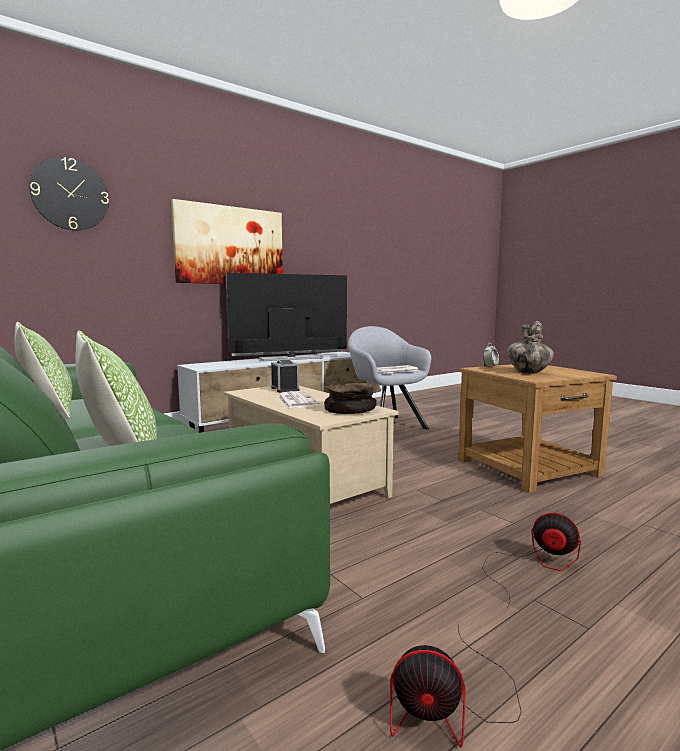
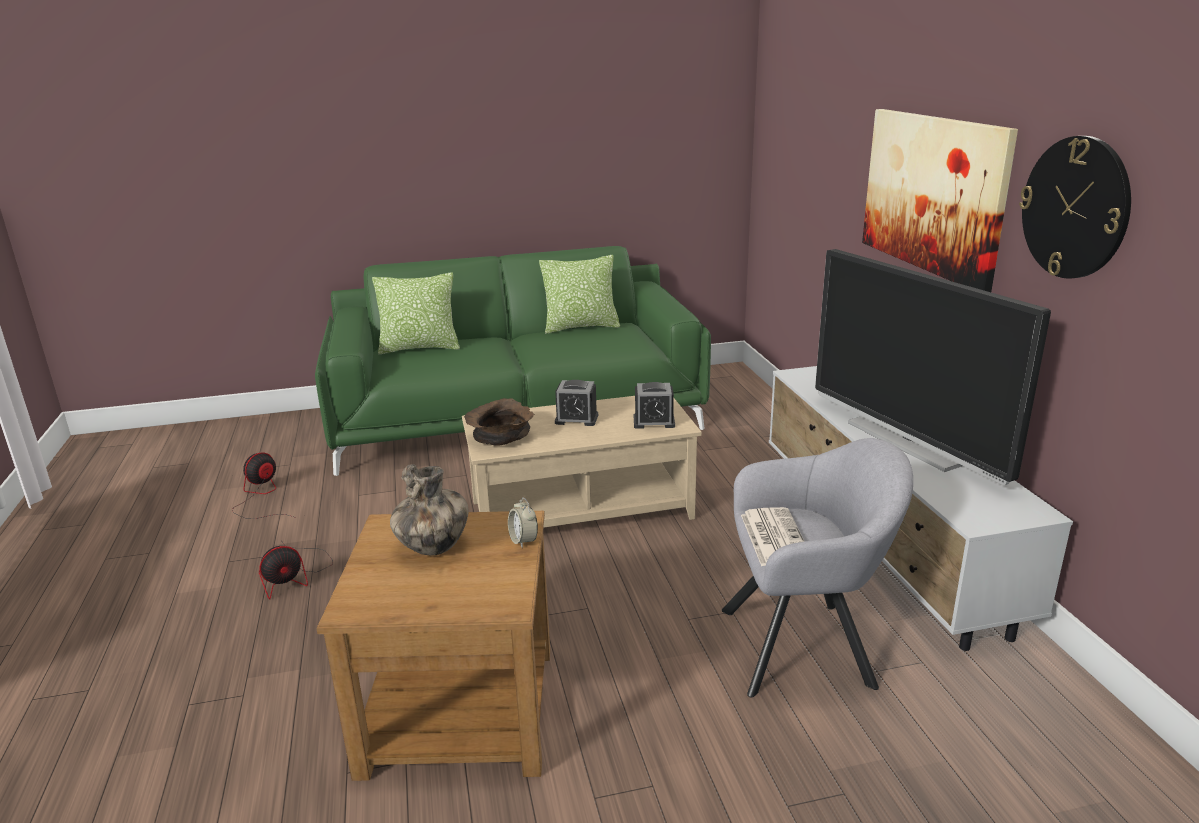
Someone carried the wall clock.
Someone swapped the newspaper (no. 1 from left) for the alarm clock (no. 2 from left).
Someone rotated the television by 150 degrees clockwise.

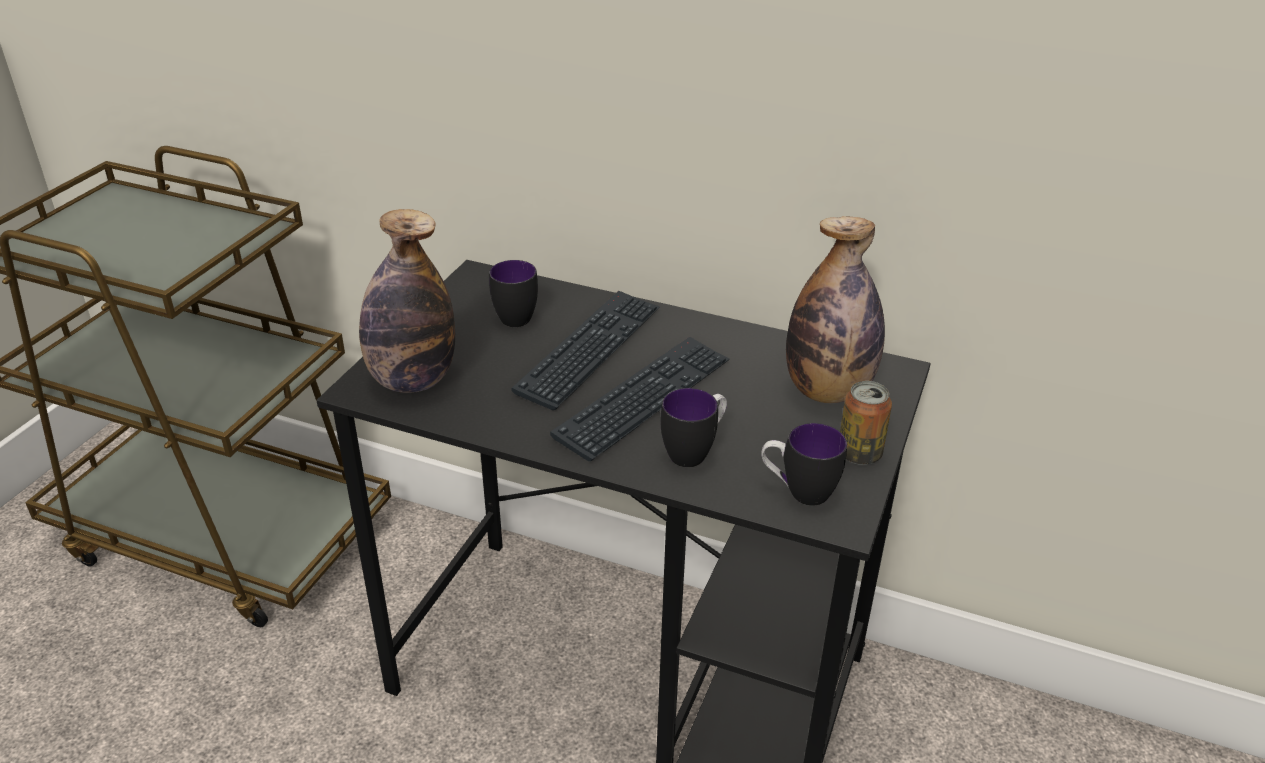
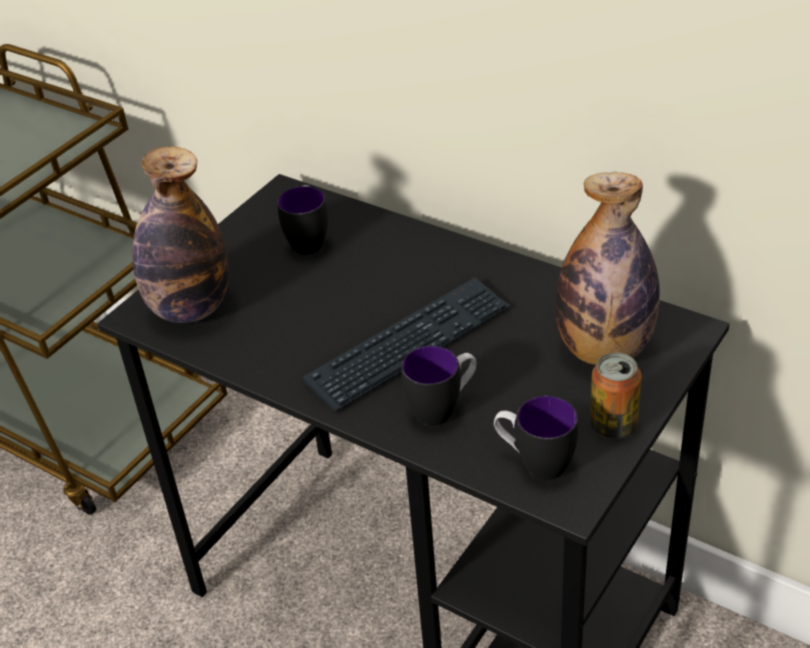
Someone took away the keyboard (no. 1 from left).

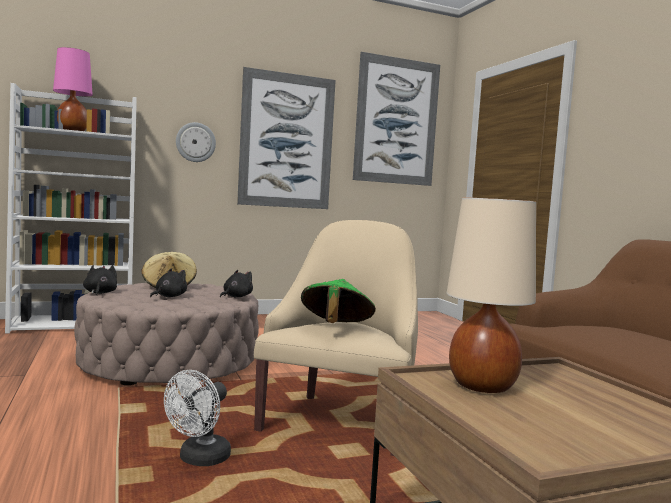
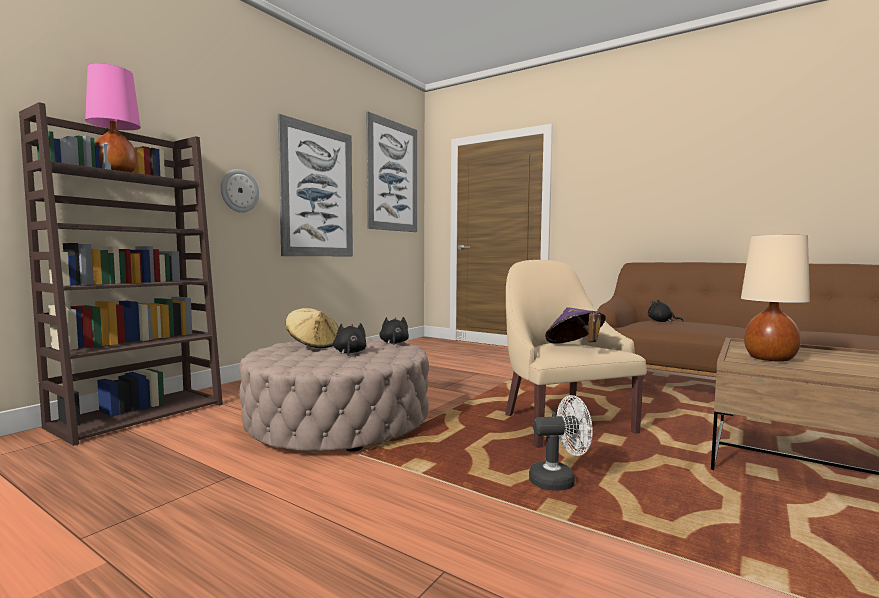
Someone carried the black plush toy (no. 1 from left in the first image).
Someone repainted the white bookcase, which became the brown bookcase.
Someone repainted the green hat, which became the purple hat.
Someone rotated the white fan by 90 degrees counterclockwise.

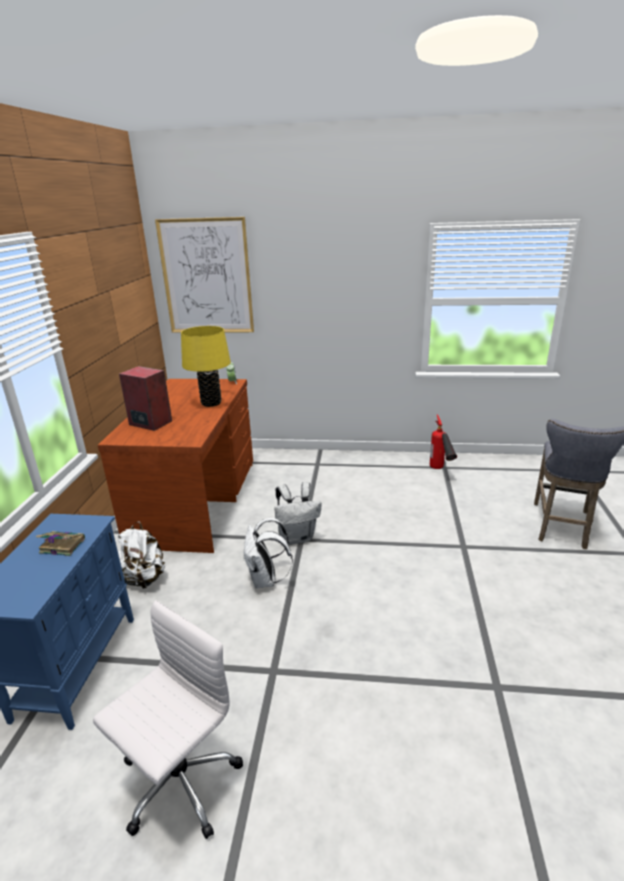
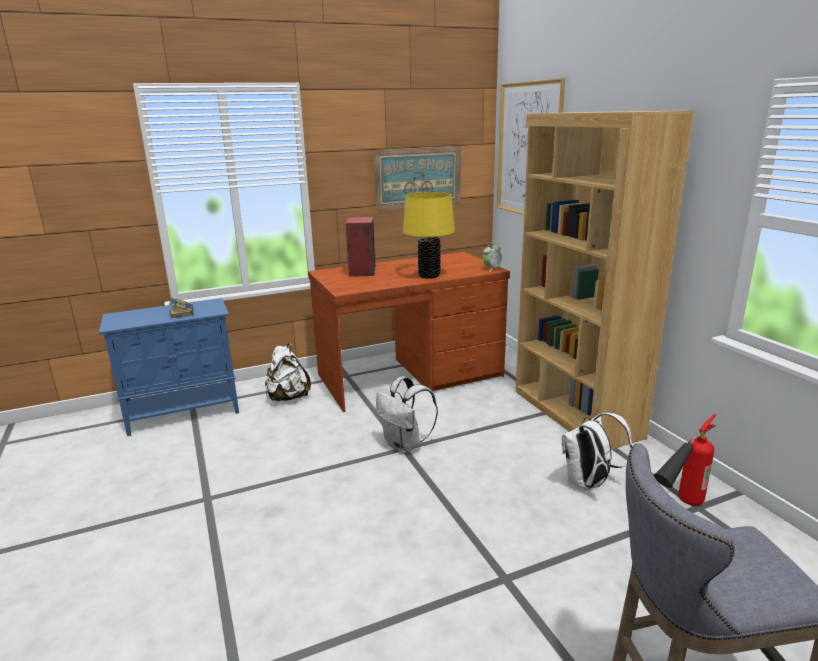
Someone took away the white office chair.
Someone put up the picture (no. 1 from left).
Someone put down the brown bookcase.
Someone carried the white backpack (no. 2 from left in the first image).

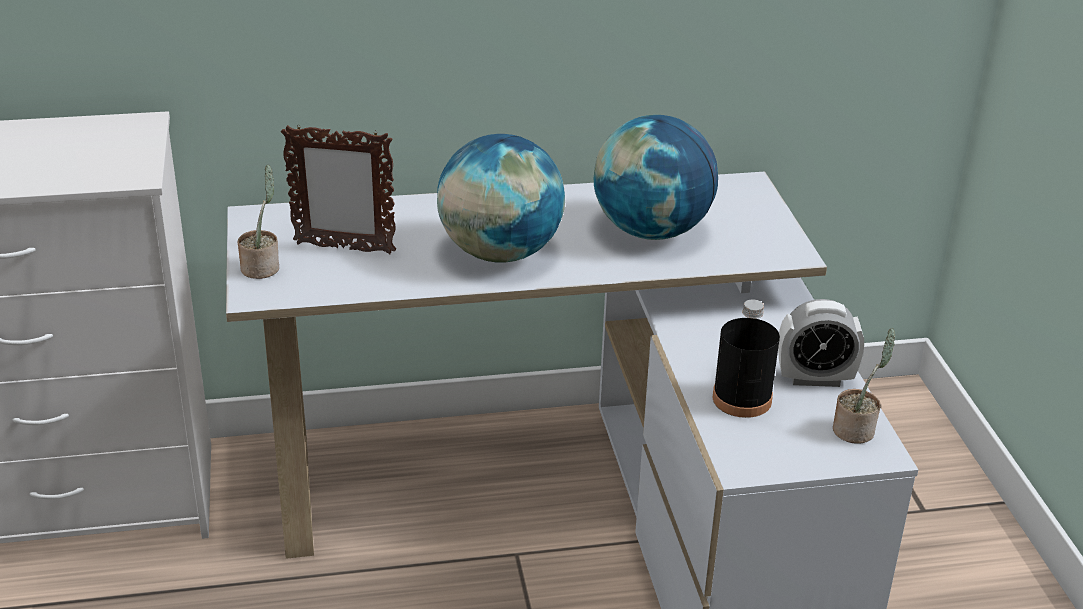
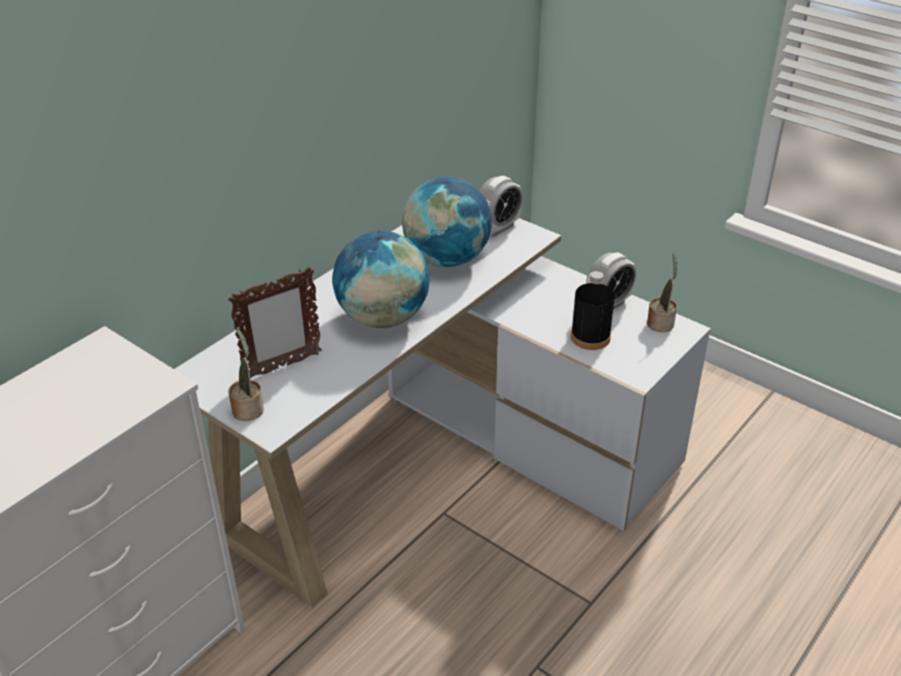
Someone put down the alarm clock (no. 1 from left).

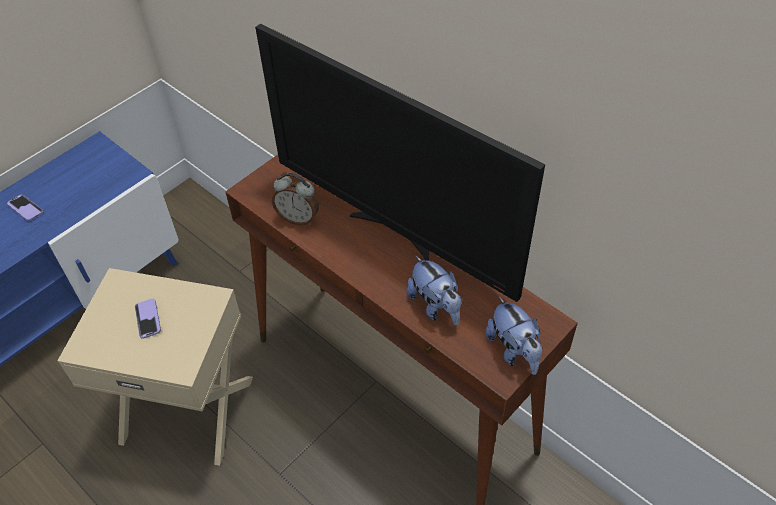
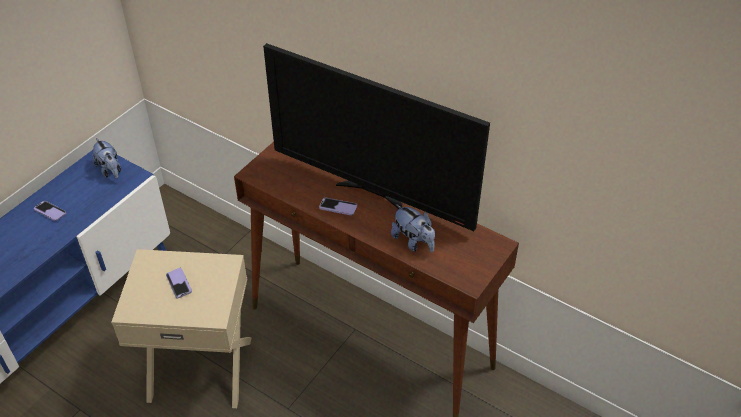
Someone took away the alarm clock.
Someone put down the phone (no. 3 from left).
Someone carried the plush toy (no. 2 from left in the first image).

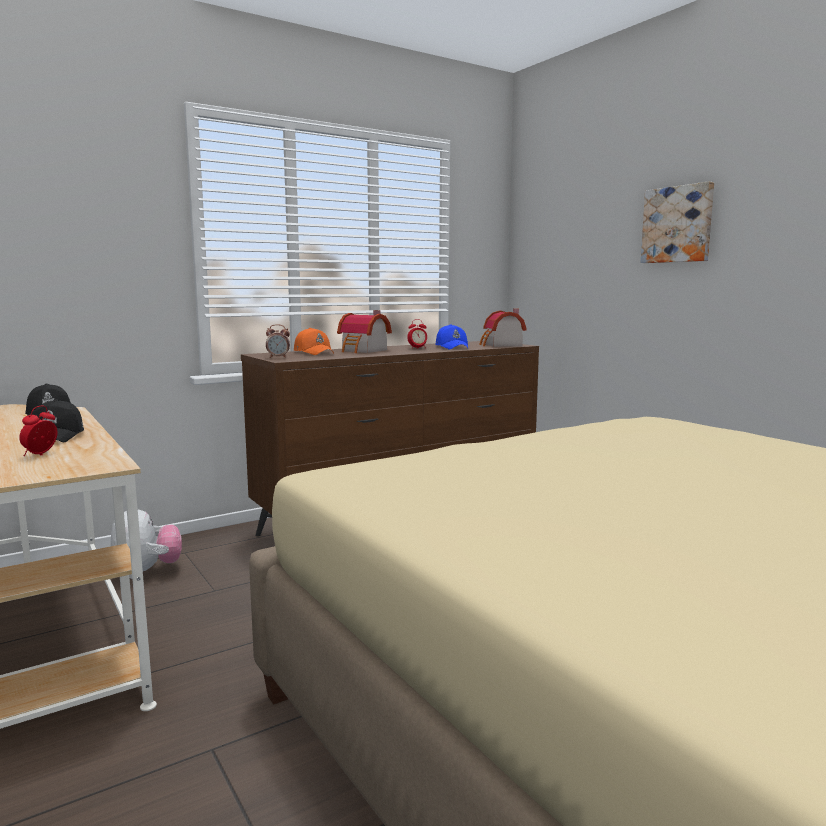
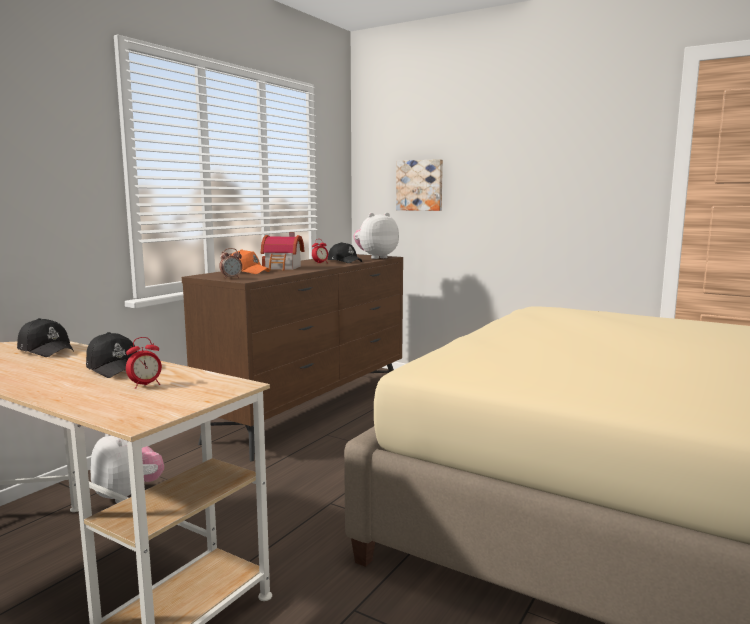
Someone carried the picture.
Someone swapped the toy house (no. 2 from left) for the plush toy (no. 2 from left).
Someone repainted the blue cap, which became the black cap (no. 3 from left).
Someone rotated the alarm clock (no. 1 from left) by 120 degrees counterclockwise.

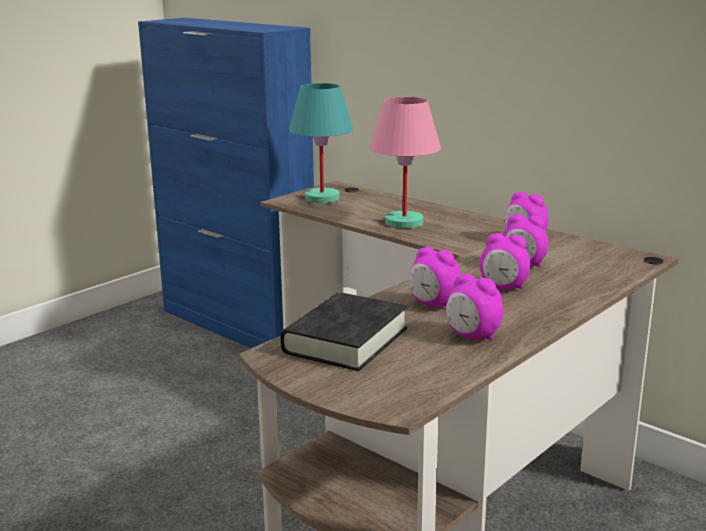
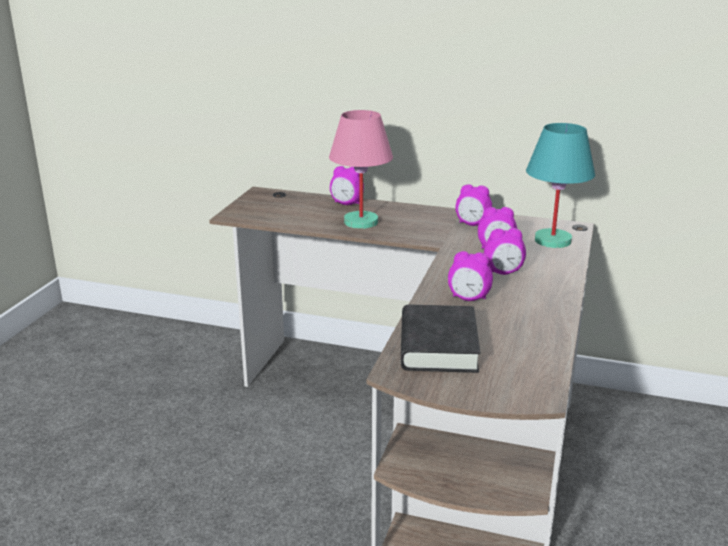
Someone took away the blue cabinet.
Someone carried the turquoise table lamp.
Someone carried the alarm clock (no. 2 from left in the first image).

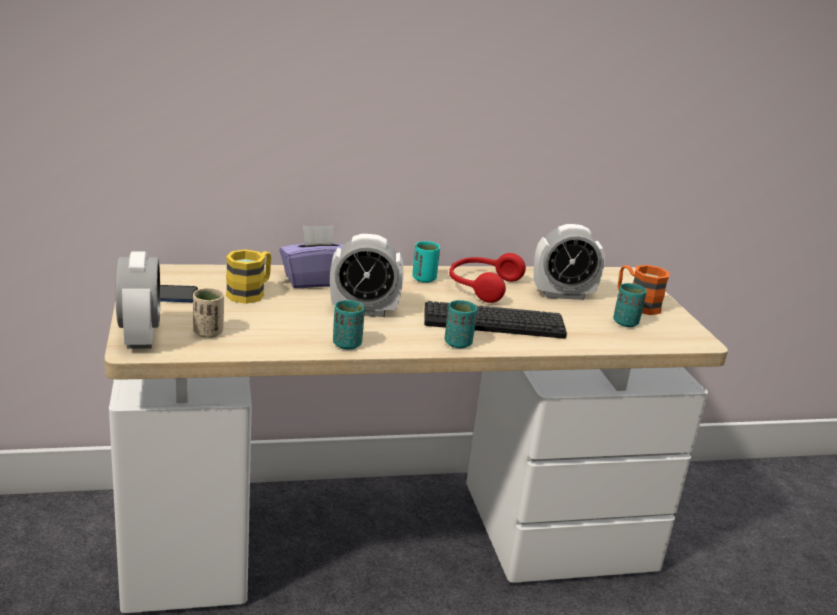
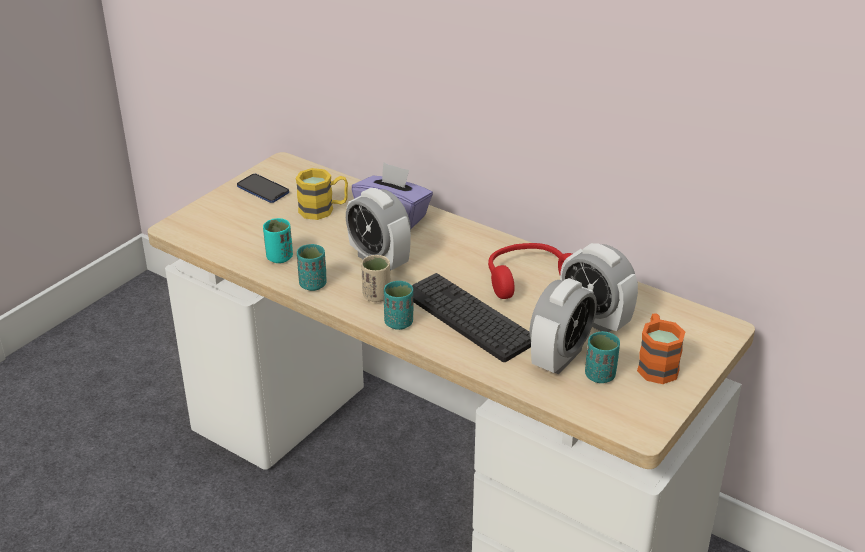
Someone carried the alarm clock (no. 1 from left in the first image).
Someone carried the beige cup.
Someone carried the turquoise cup (no. 2 from left in the first image).

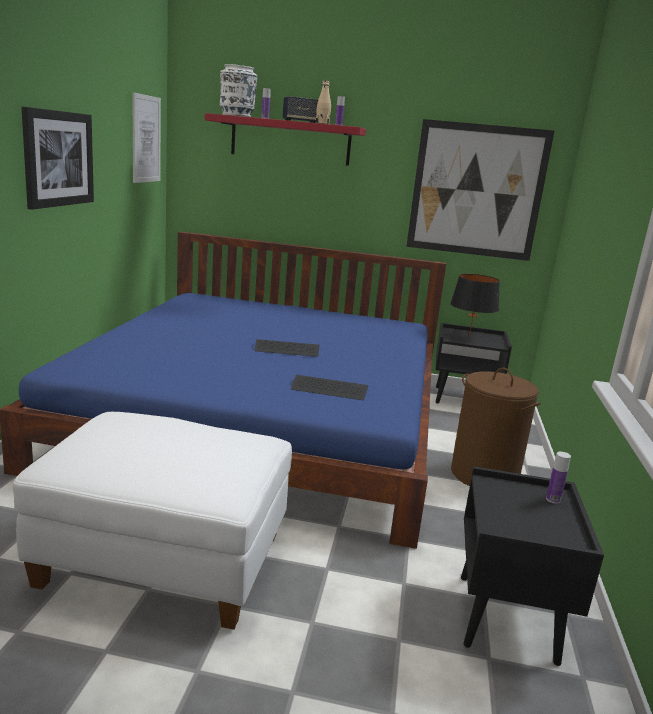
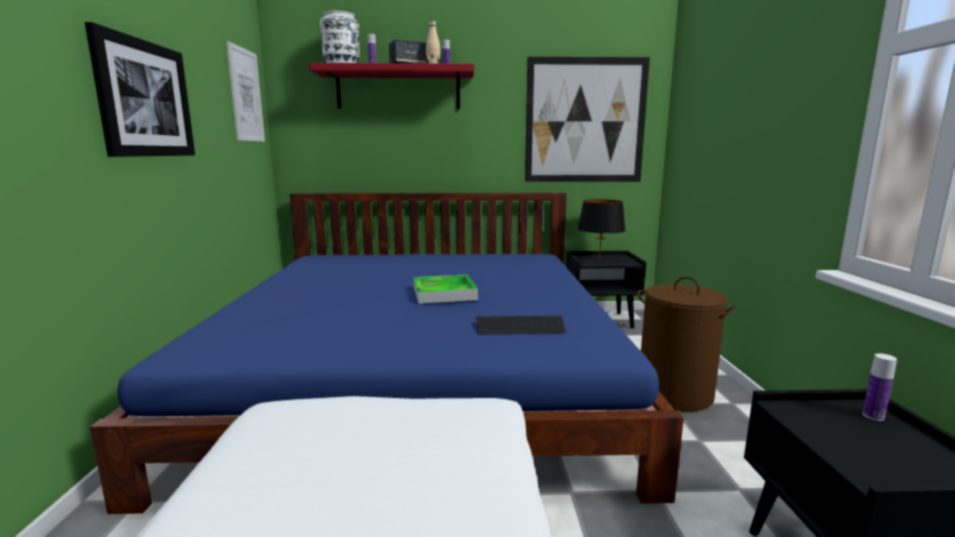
Someone swapped the keyboard (no. 1 from left) for the tray.

